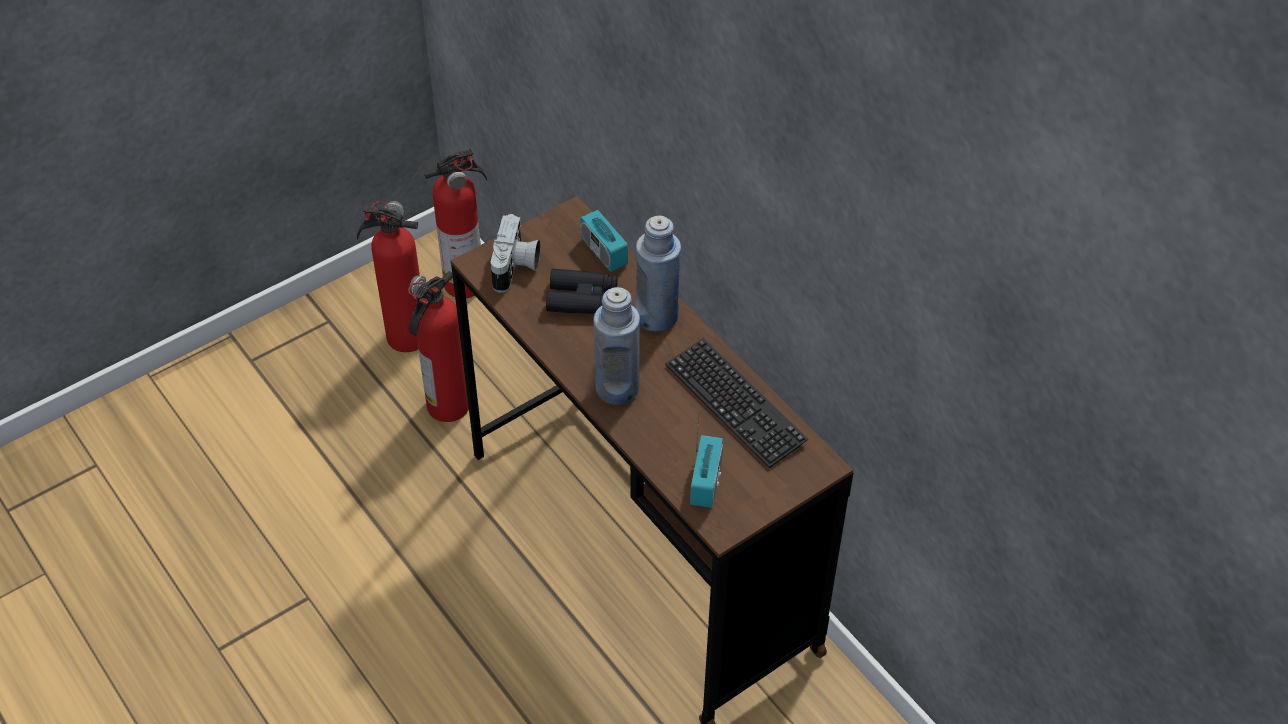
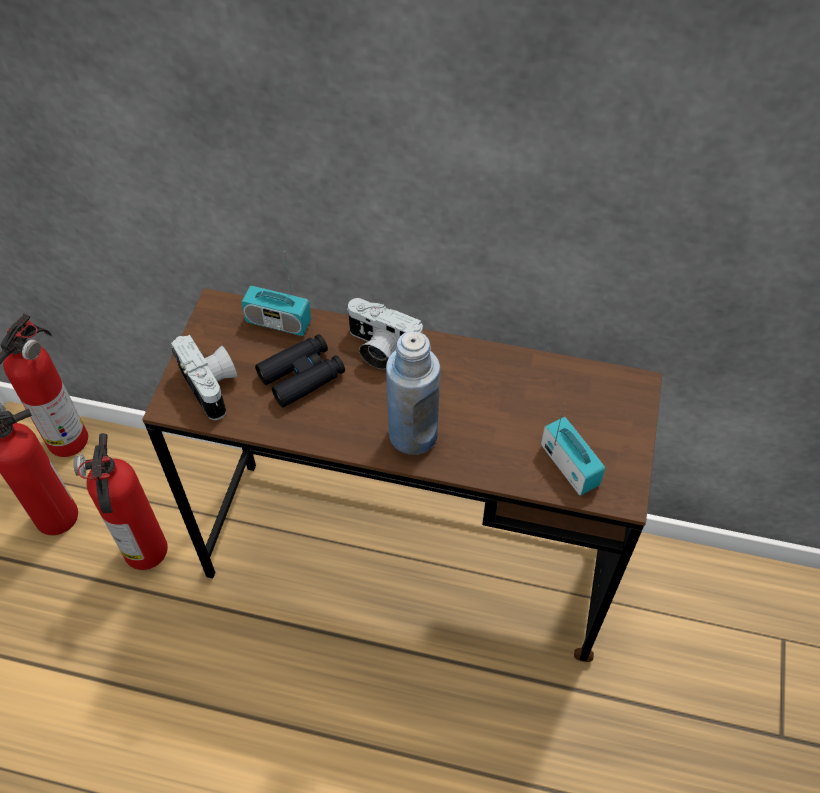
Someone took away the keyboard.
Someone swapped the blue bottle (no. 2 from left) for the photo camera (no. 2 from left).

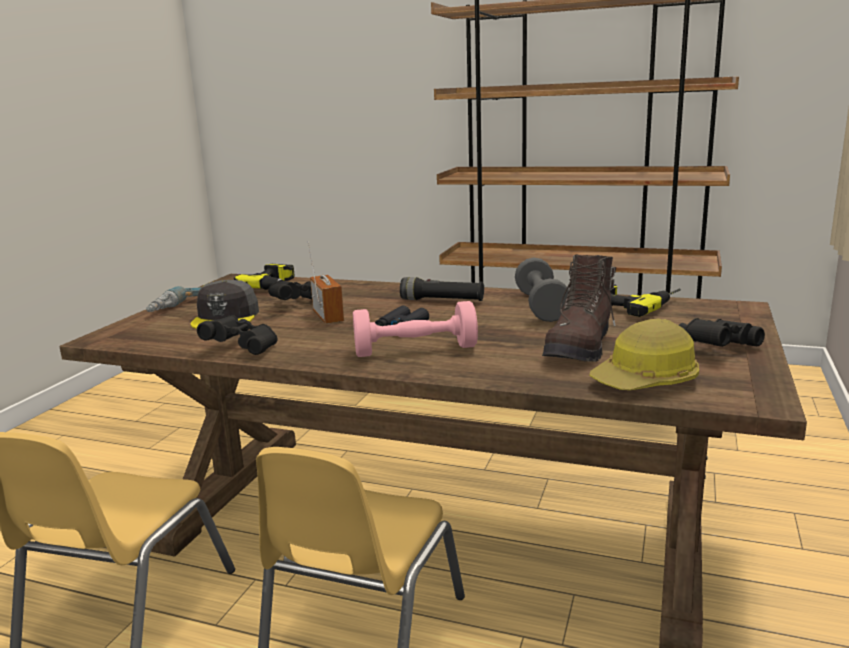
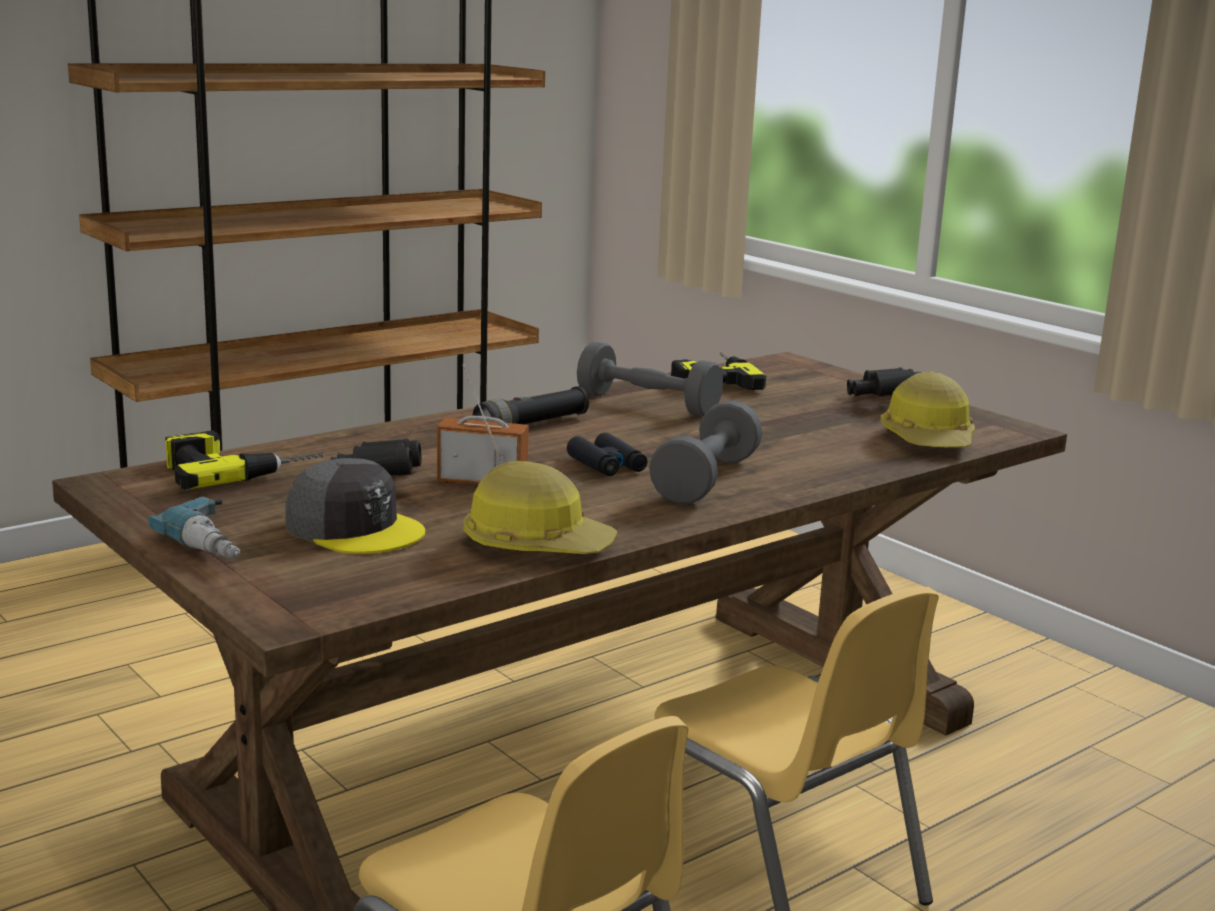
Someone took away the brown boot.
Someone swapped the black binoculars (no. 1 from left) for the hard hat (no. 1 from left).
Someone repainted the pink dumbbell, which became the grey dumbbell (no. 2 from left).

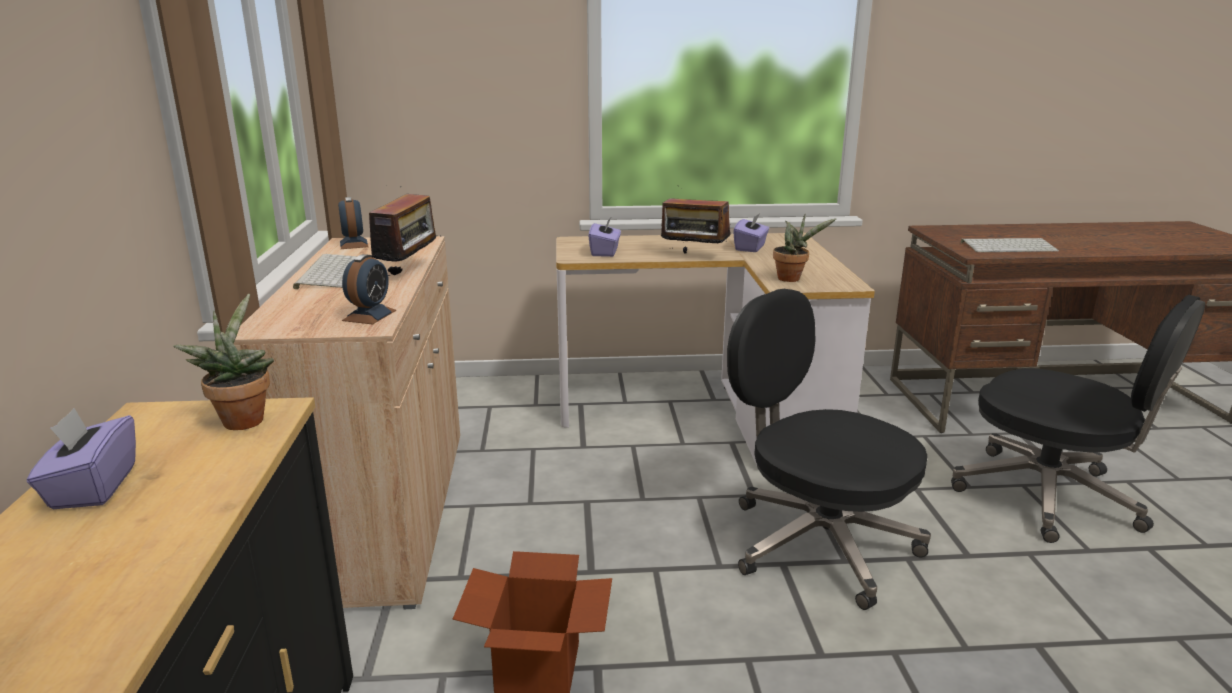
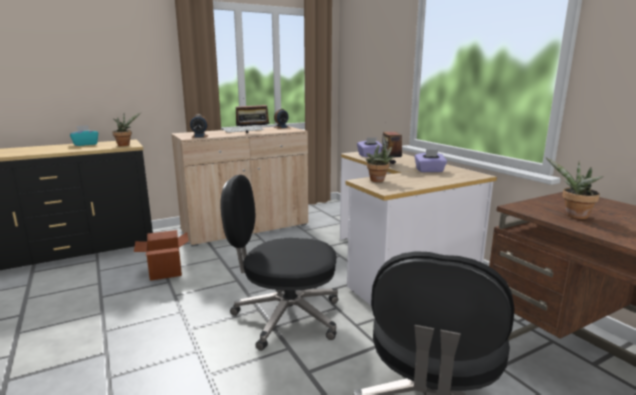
Someone swapped the keyboard (no. 2 from left) for the potted plant (no. 3 from left).
Someone repainted the purple tissue box (no. 1 from left), which became the turquoise tissue box.
Someone rotated the black office chair (no. 1 from left) by 105 degrees counterclockwise.

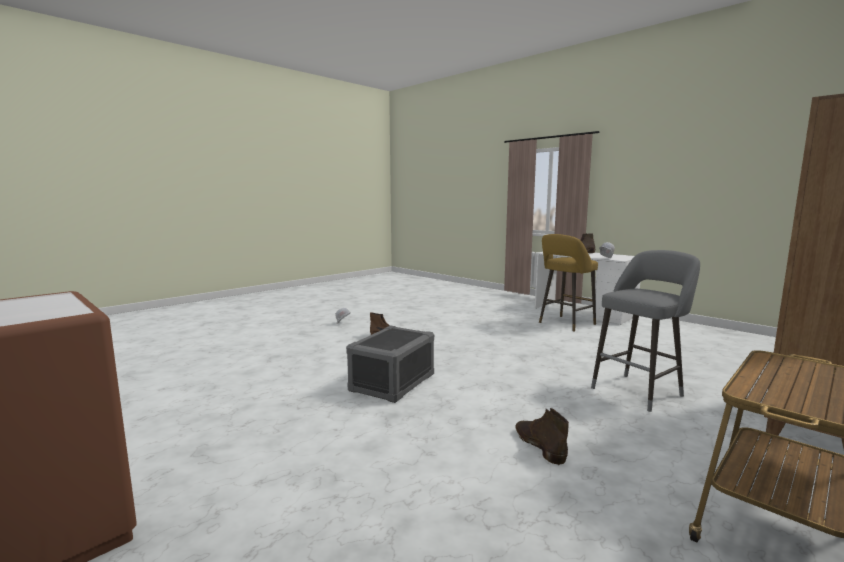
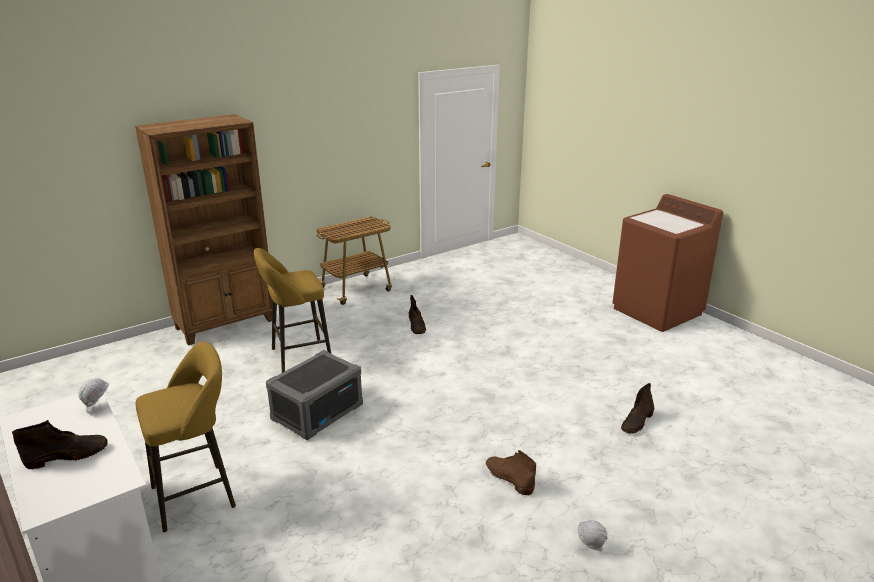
Someone put down the brown boot (no. 4 from left).
Someone carried the grey storage box.
Someone repainted the grey stool, which became the yellow stool (no. 2 from left).

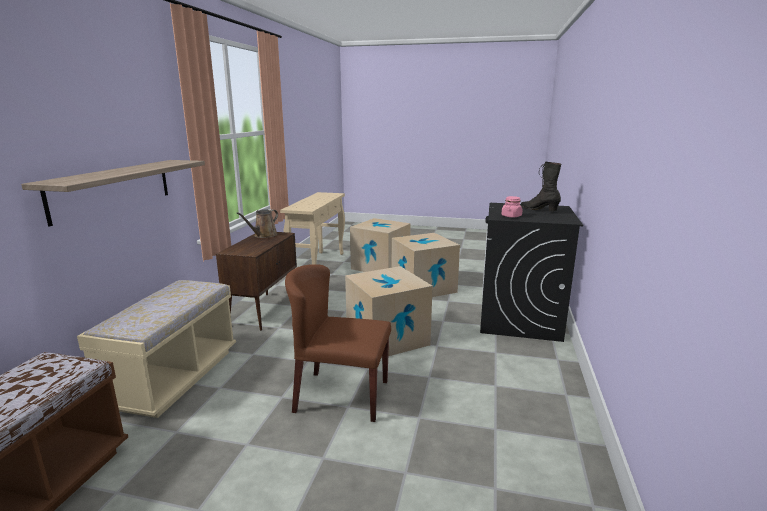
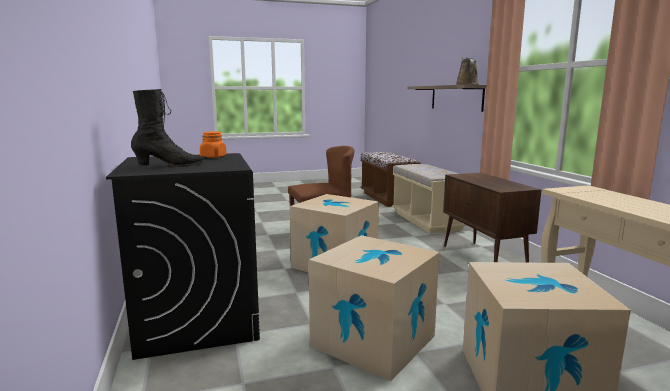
Someone carried the brown watering can.
Someone repainted the pink jar, which became the orange jar.
Someone rotated the black boot by 45 degrees counterclockwise.

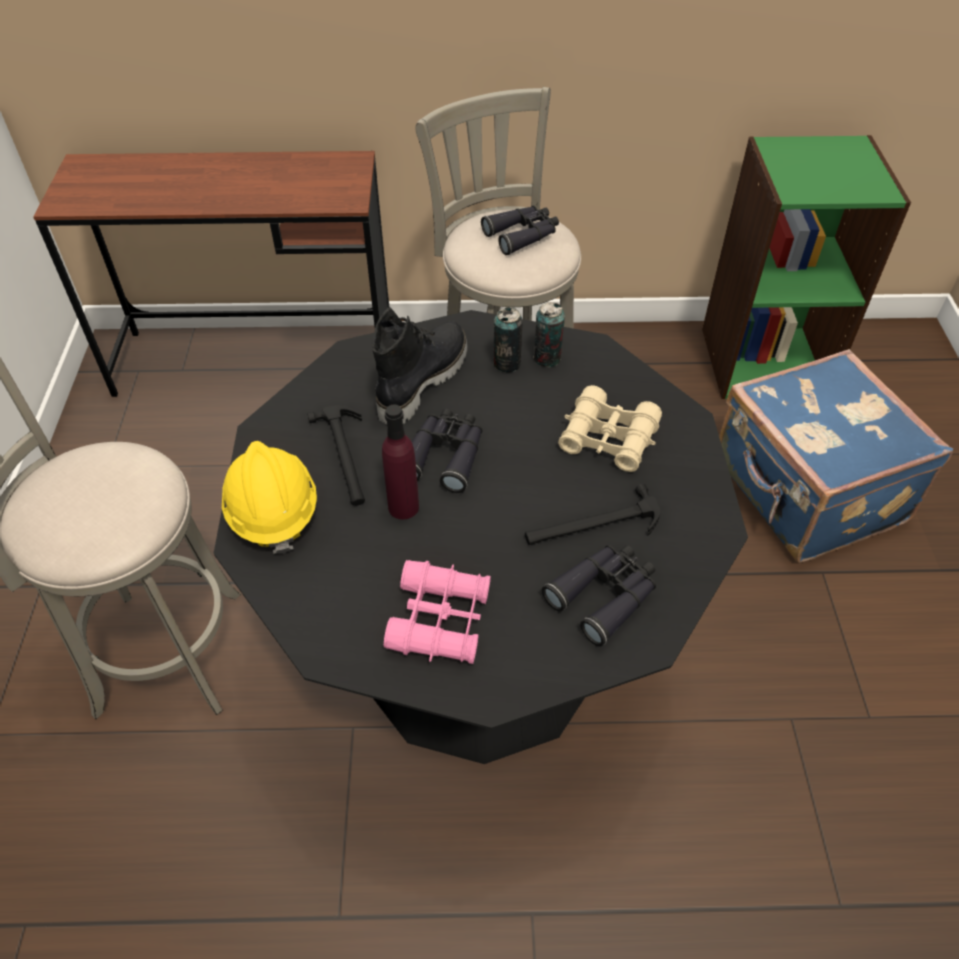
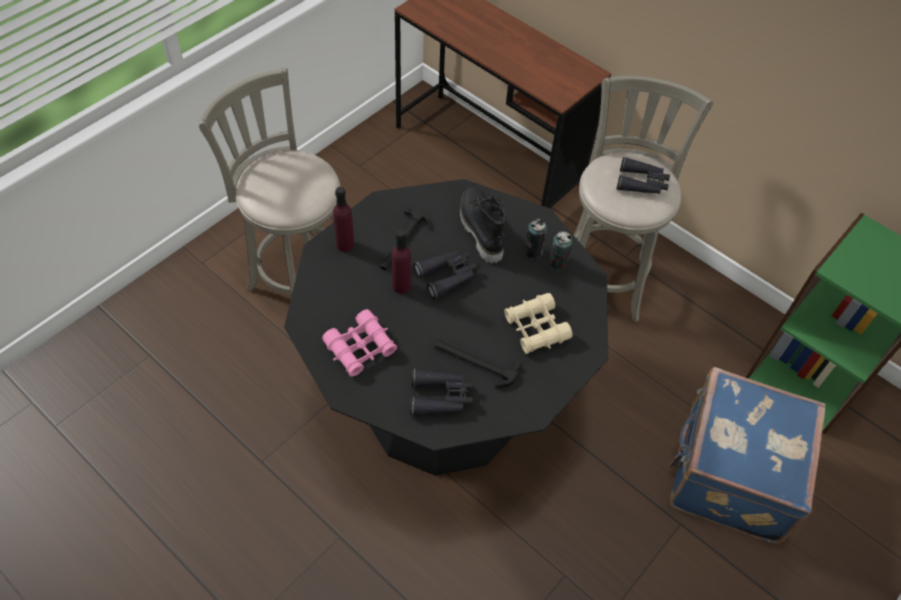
Someone swapped the yellow hard hat for the purple bottle (no. 1 from left).
Someone rotated the black boot by 90 degrees counterclockwise.

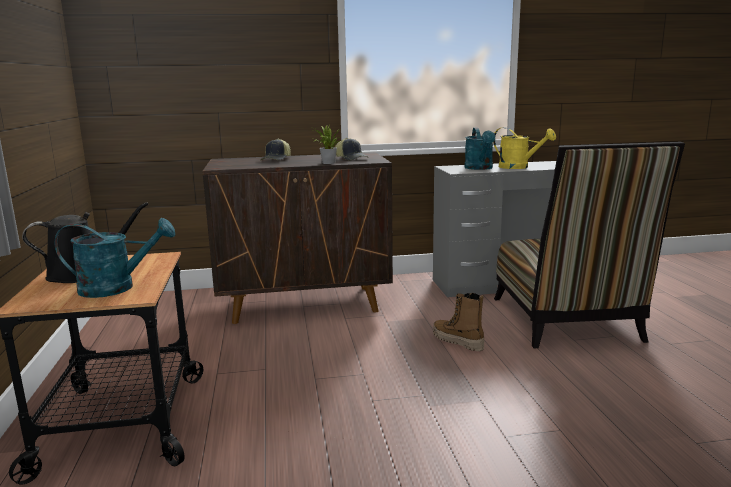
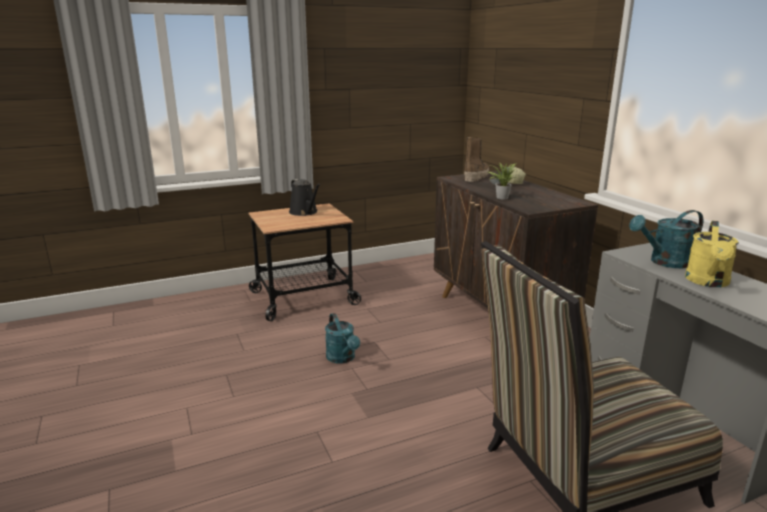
Someone took away the cap (no. 2 from left).
Someone carried the turquoise watering can (no. 1 from left).
Someone carried the boot.

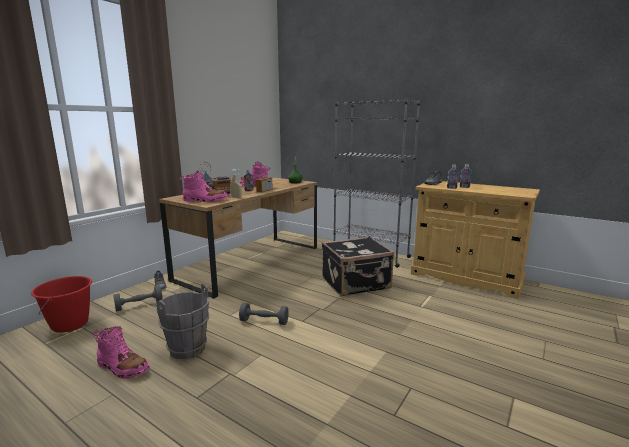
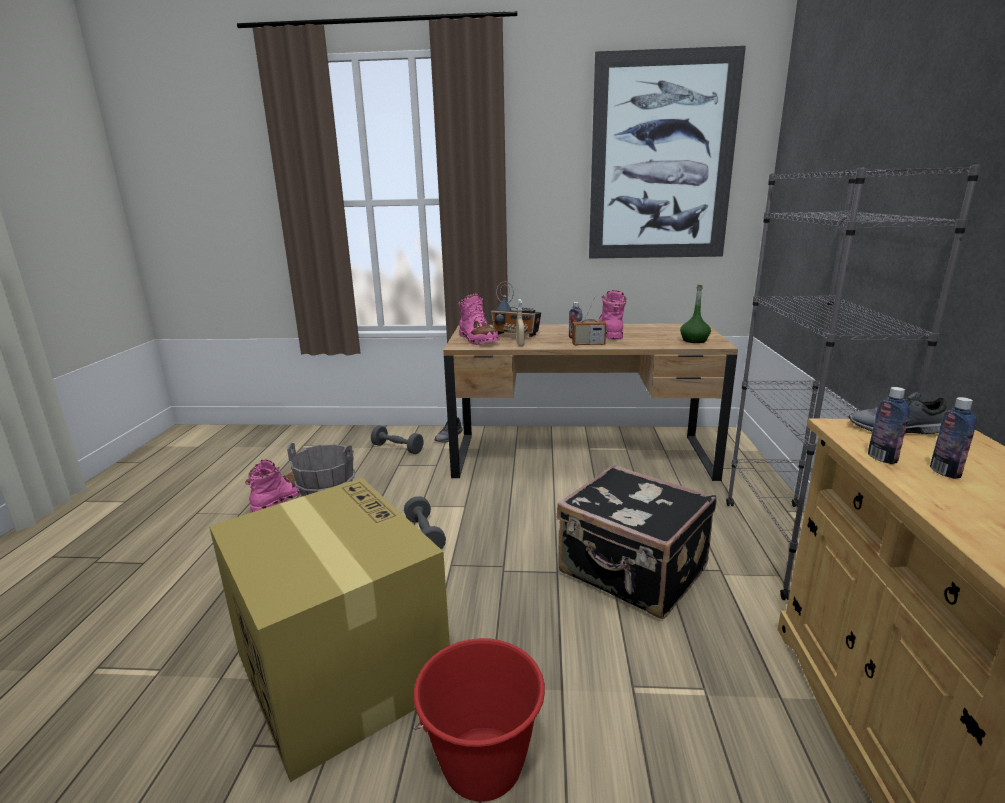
Someone put down the cardboard box.
Someone put up the picture.
Someone carried the red bucket.
Someone rotated the pink boot (no. 1 from left) by 150 degrees counterclockwise.

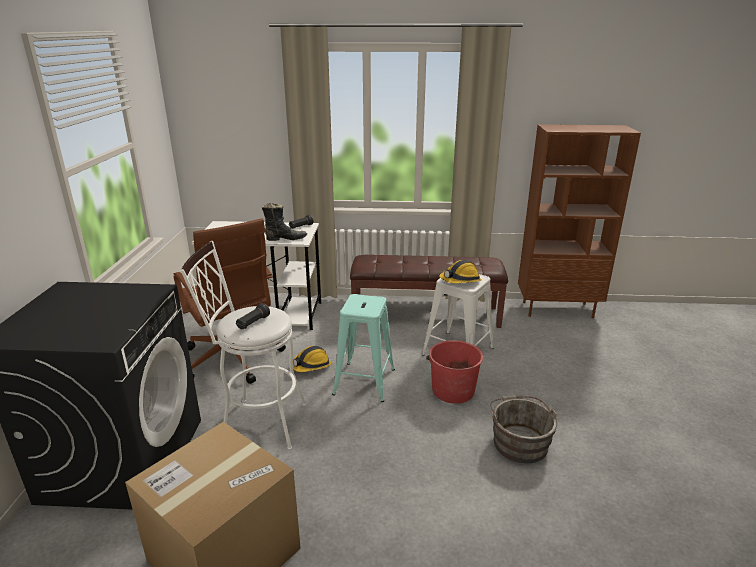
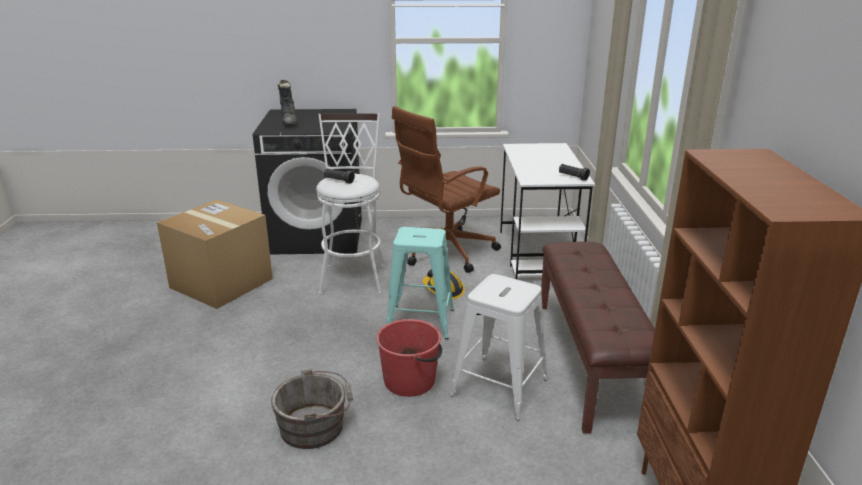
Someone took away the hard hat (no. 2 from left).
Someone carried the black boot.

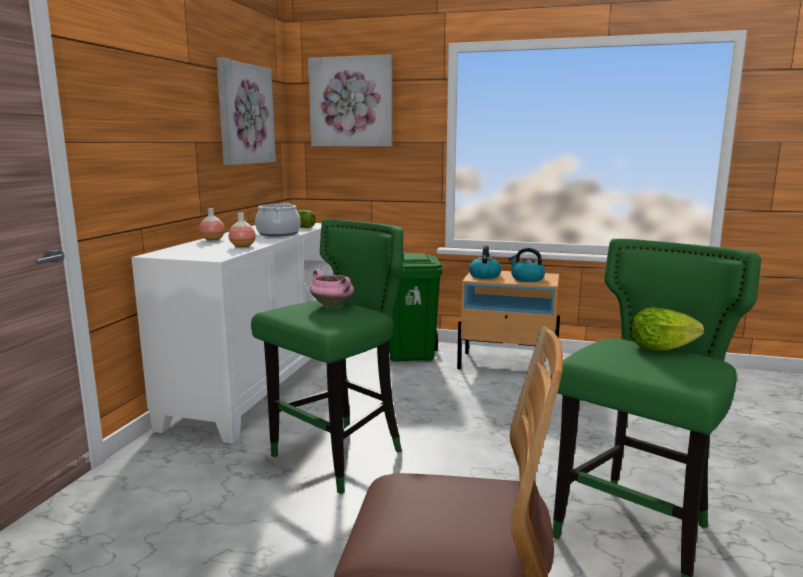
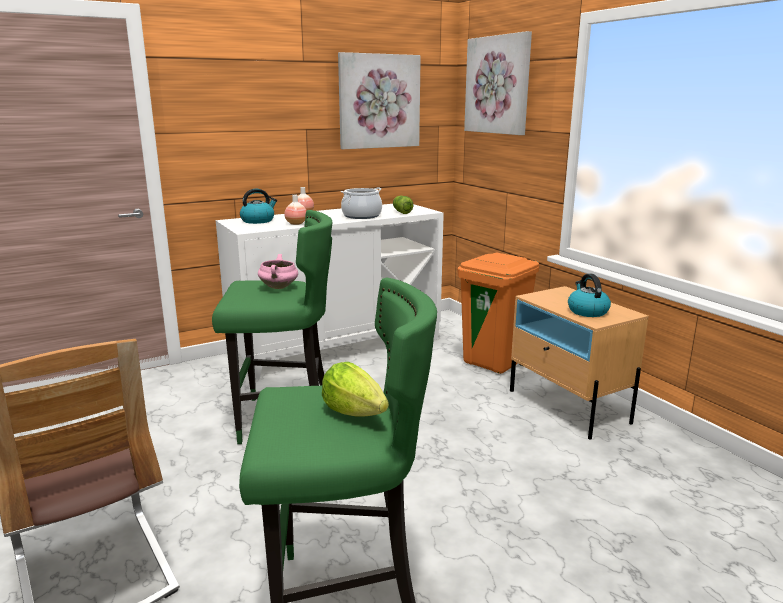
Someone carried the kettle (no. 1 from left).
Someone repainted the green trash can, which became the orange trash can.

